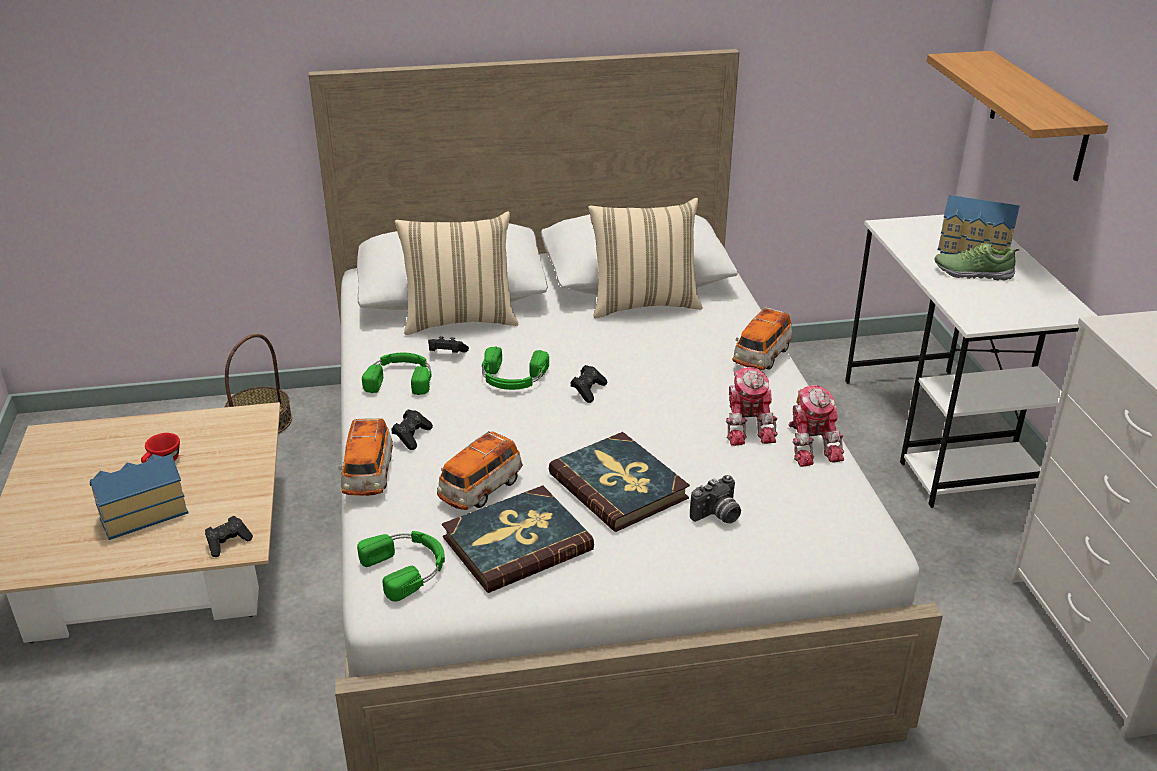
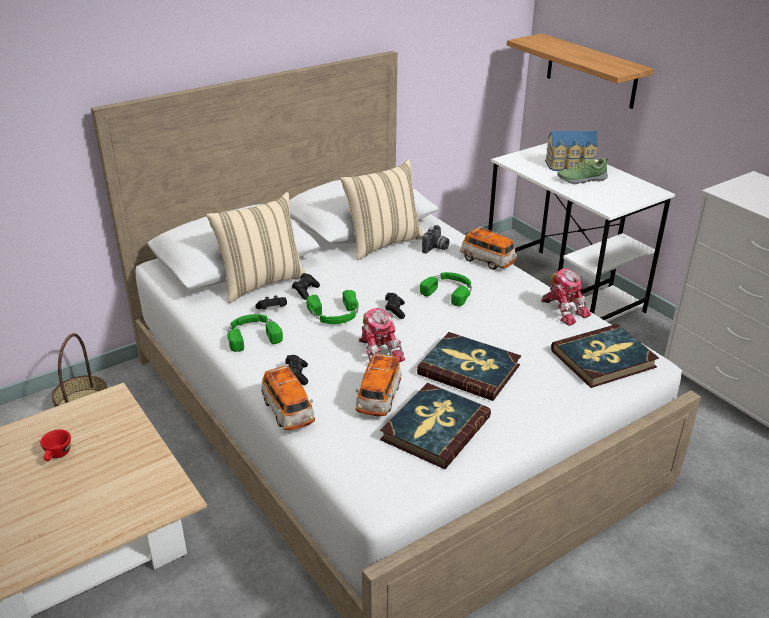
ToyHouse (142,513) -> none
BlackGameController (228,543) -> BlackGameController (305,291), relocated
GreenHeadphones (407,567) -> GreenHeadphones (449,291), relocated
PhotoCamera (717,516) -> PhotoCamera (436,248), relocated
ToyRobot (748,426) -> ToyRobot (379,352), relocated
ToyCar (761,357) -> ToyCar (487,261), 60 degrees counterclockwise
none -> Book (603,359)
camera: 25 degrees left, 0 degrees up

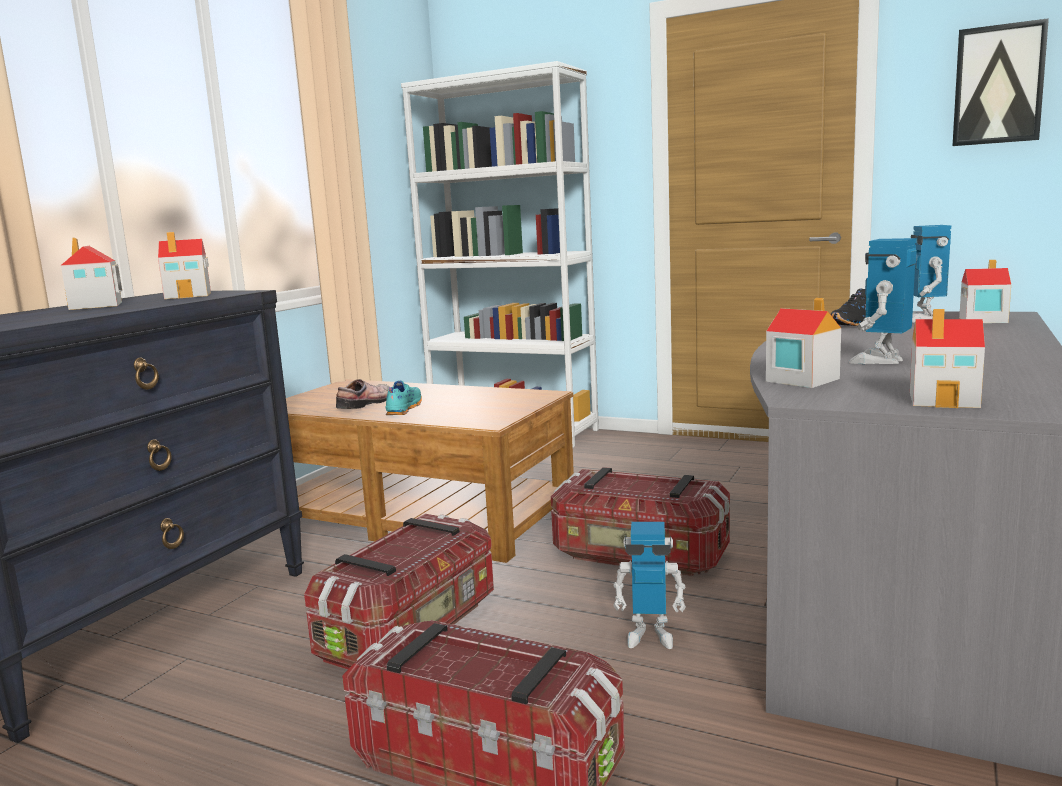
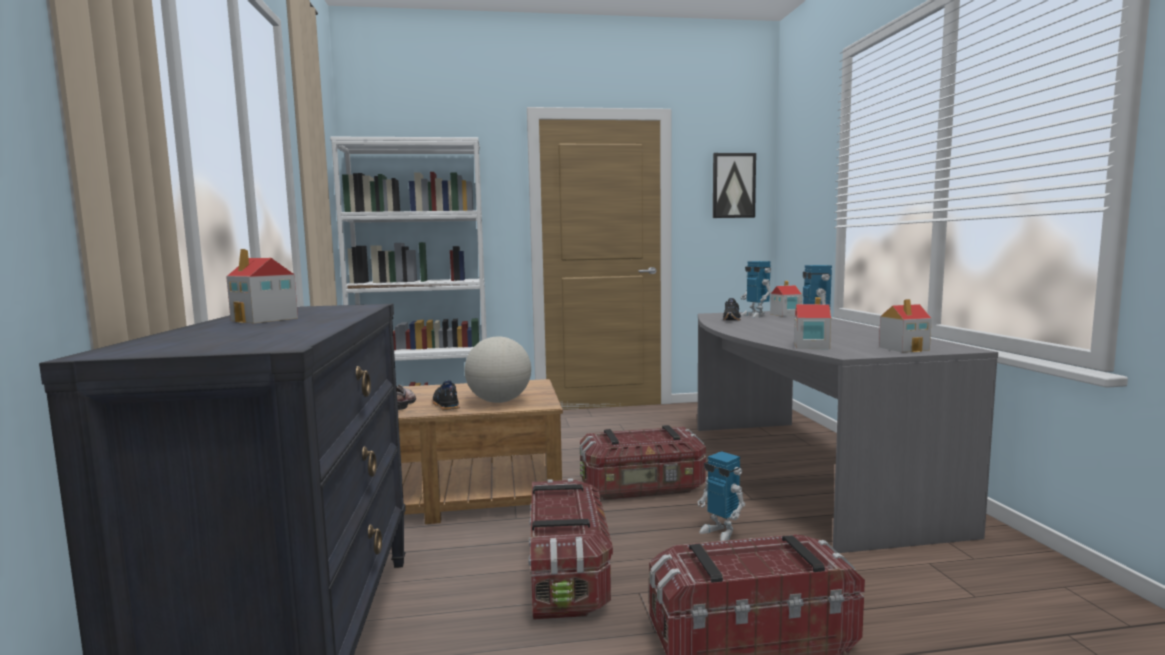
ToyHouse (189,295) -> none
TurquoiseShoe (403,409) -> BlackShoe (445,405)
ToyRobot (650,636) -> ToyRobot (720,532), 75 degrees clockwise
none -> Globe (499,401)
camera: 35 degrees left, 5 degrees down

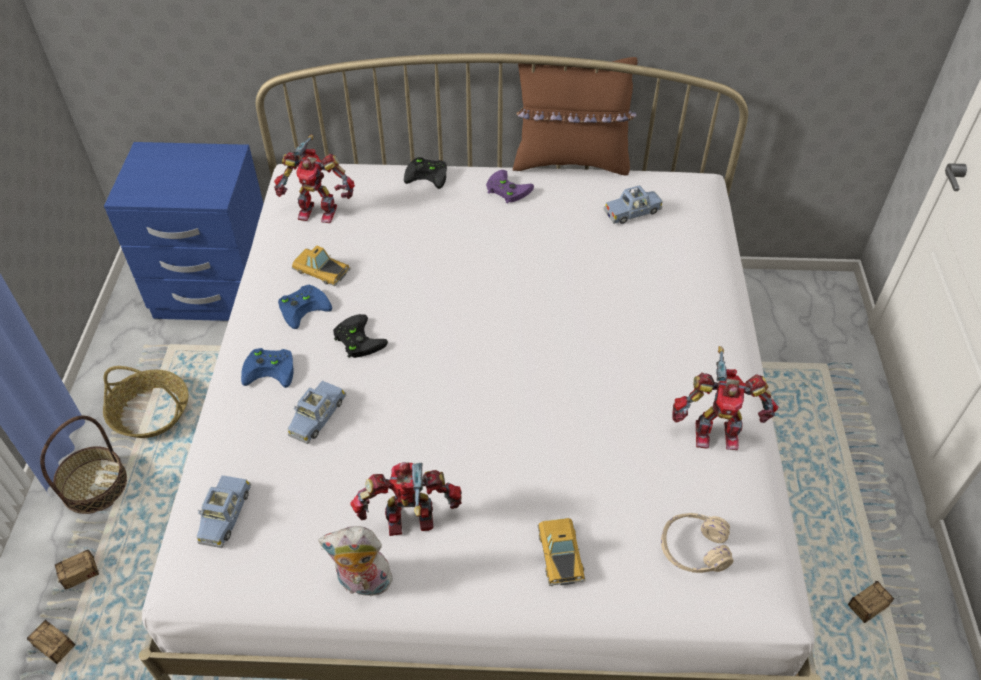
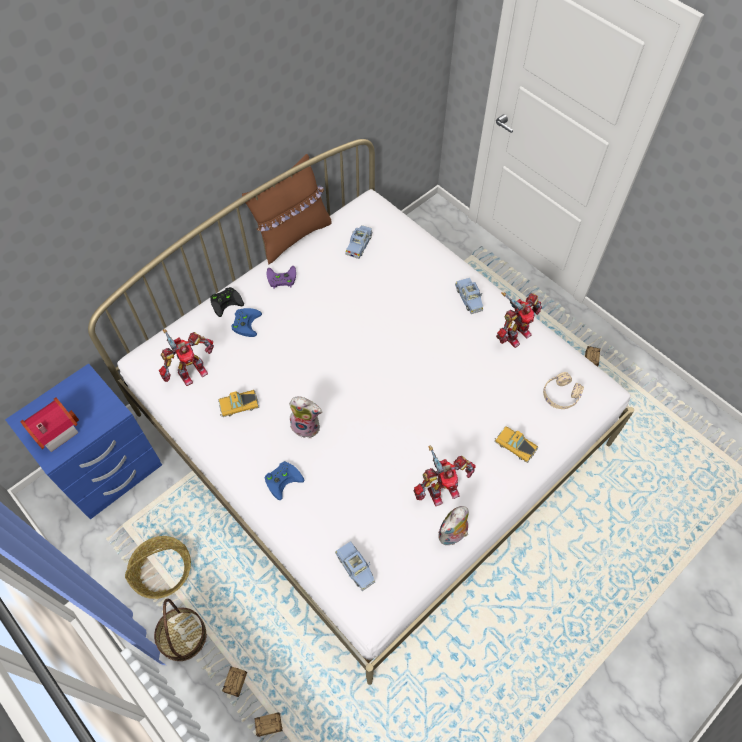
BlueGameController (304,306) -> BlueGameController (245,322), relocated
BlueToyCar (317,416) -> BlueToyCar (469,298), relocated
BlackGameController (356,339) -> PlushToy (307,426)
ToyRobot (411,522) -> ToyRobot (441,490), 150 degrees counterclockwise
none -> ToyHouse (54,430)
camera: 45 degrees left, 10 degrees up

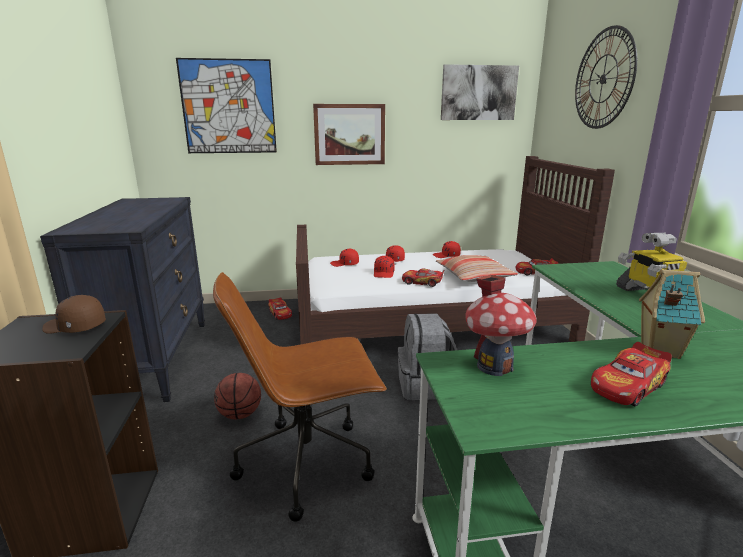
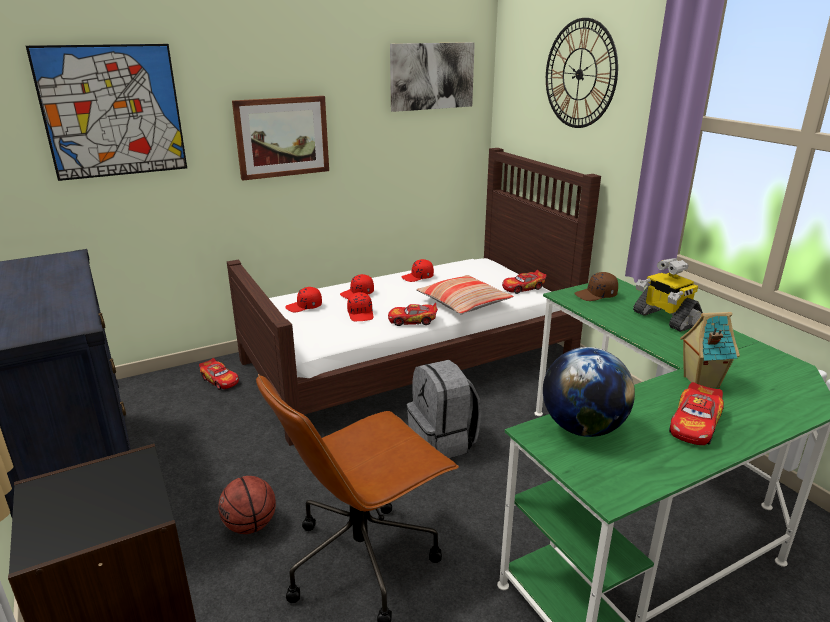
BrownCap (74,327) -> BrownCap (596,295), relocated
ToyHouse (495,366) -> Globe (582,428)
camera: 20 degrees left, 5 degrees up

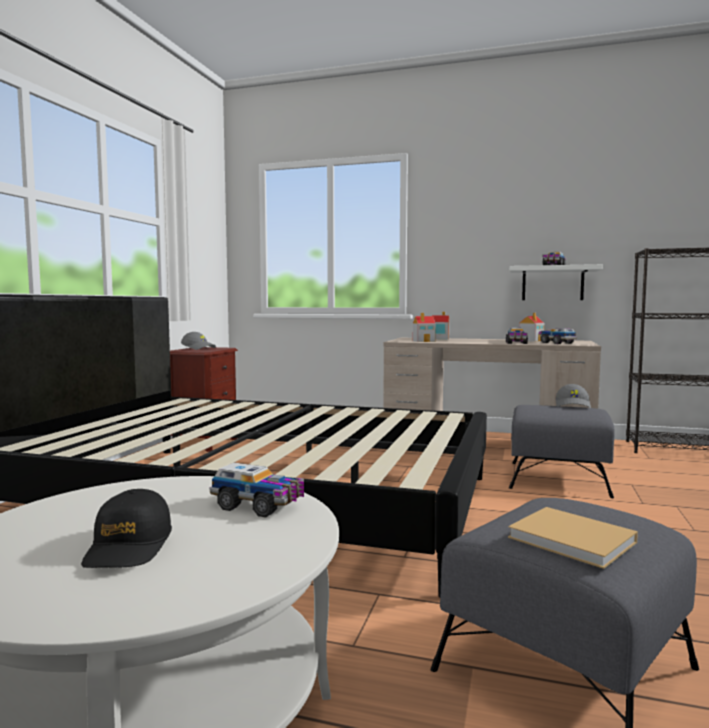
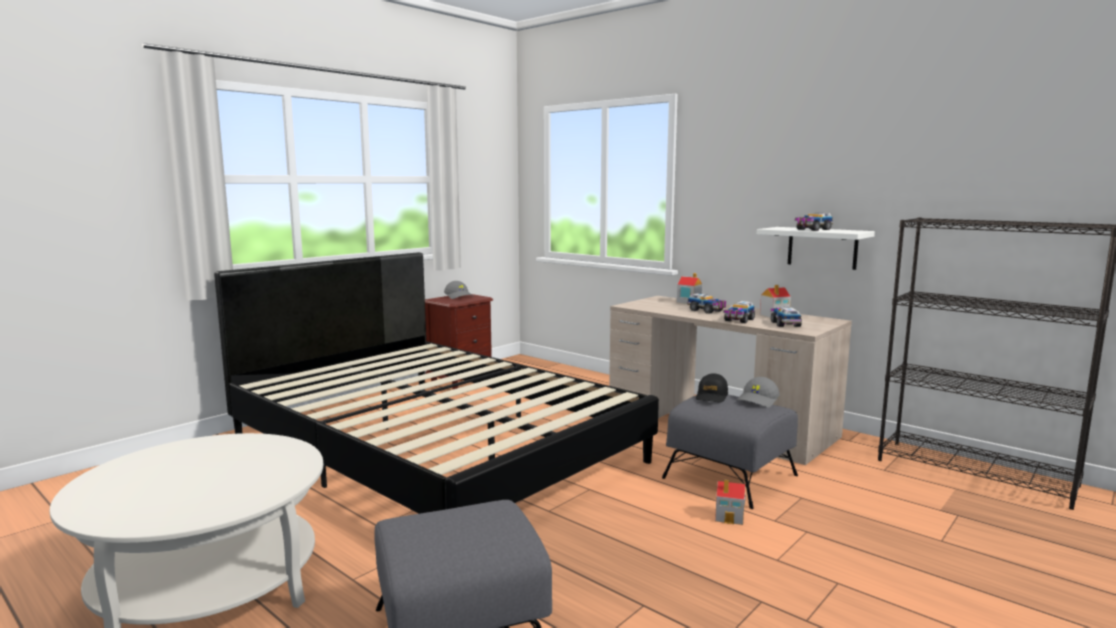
BlackCap (129,546) -> BlackCap (711,396), relocated
ToyTruck (259,506) -> ToyTruck (706,311), relocated
ToyHouse (424,341) -> ToyHouse (730,516), relocated
BeigeBook (575,541) -> none
camera: 25 degrees right, 5 degrees up

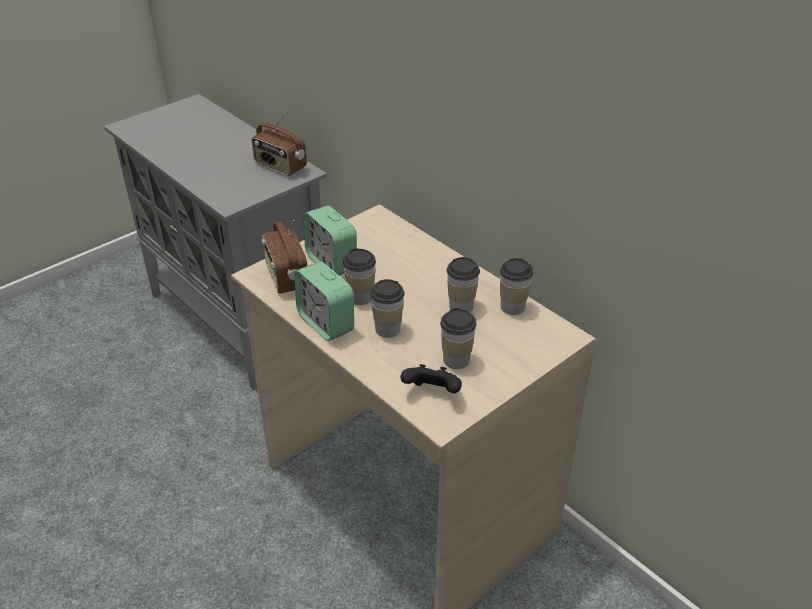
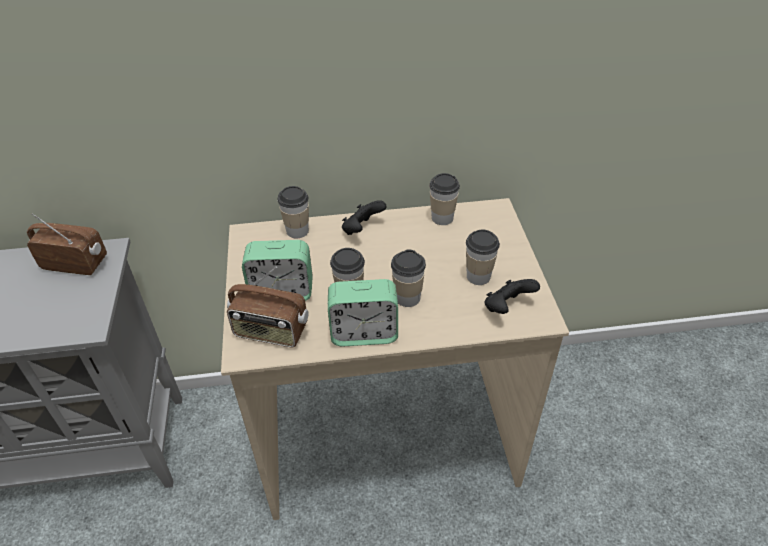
Radio (280,167) -> Radio (76,263), 150 degrees counterclockwise
Cup (461,306) -> Cup (297,231), relocated
none -> BlackGameController (362,230)
camera: 55 degrees left, 5 degrees up

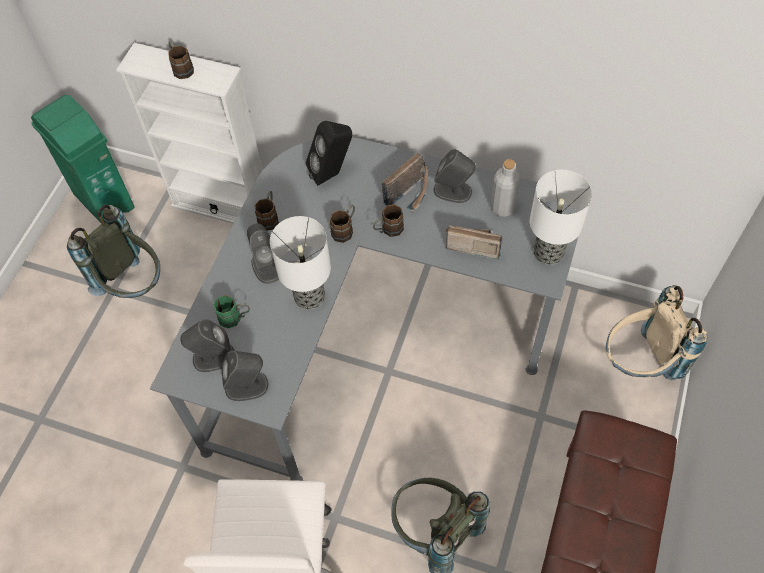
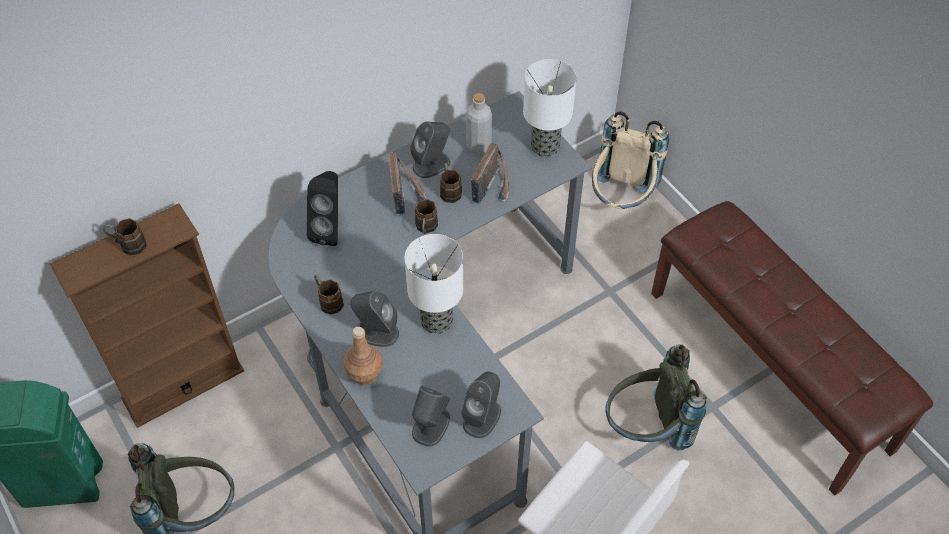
WhiteBookcase (222,206) -> BrownBookcase (183,384)
GreenMug (235,318) -> none
BrownMug (345,229) -> BrownMug (449,190), relocated
Radio (472,244) -> Radio (493,185), 150 degrees clockwise
none -> BrownBottle (365,373)
camera: 55 degrees left, 5 degrees down

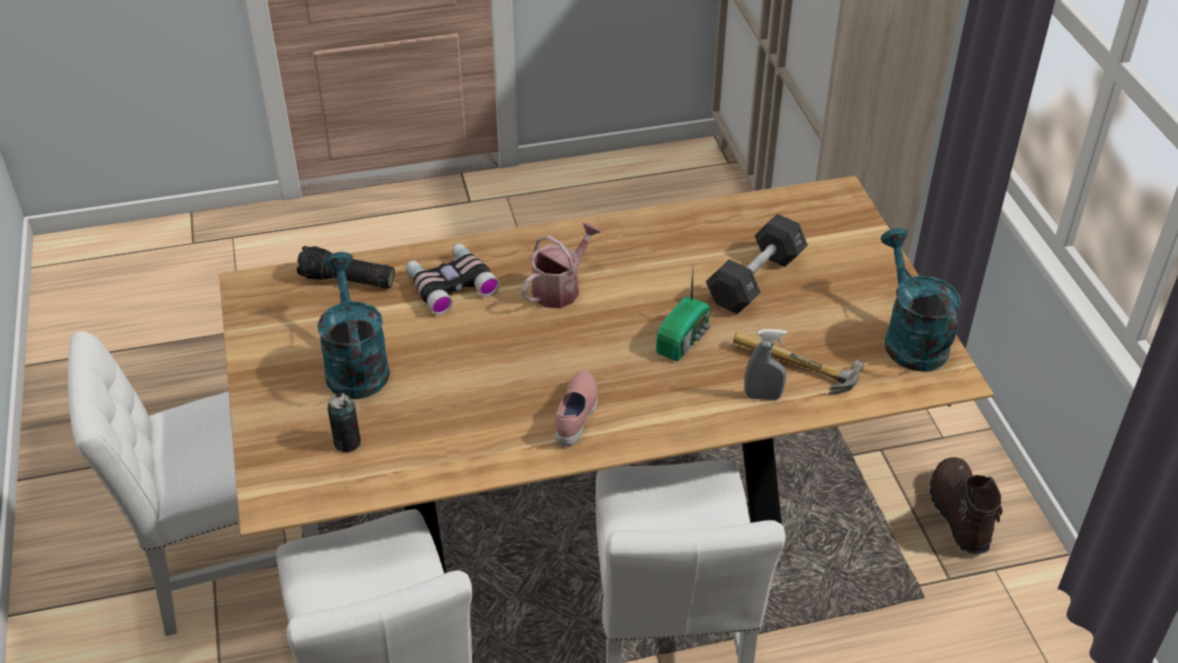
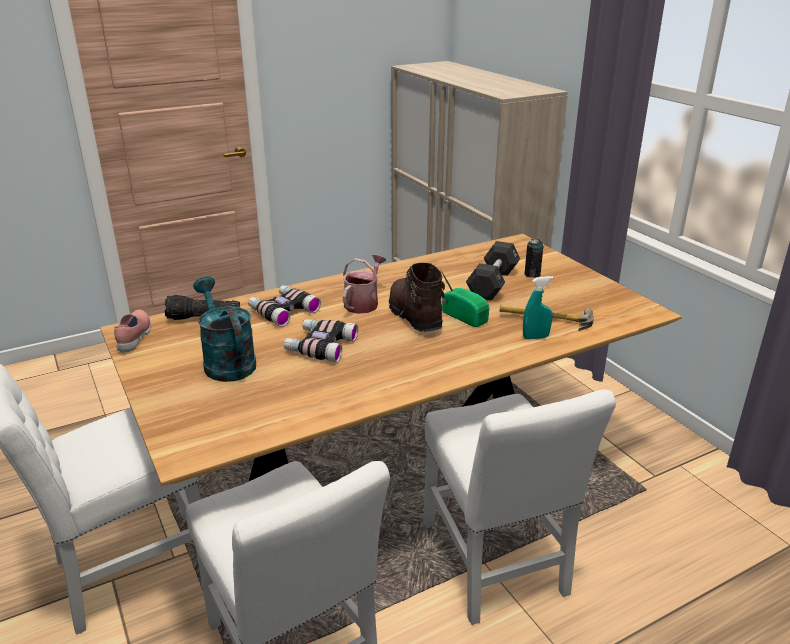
Can (347,442) -> Can (532,275), relocated
PinkShoe (577,416) -> PinkShoe (135,337), relocated
Radio (685,338) -> Radio (464,316), 60 degrees counterclockwise
GreySprayBottle (763,396) -> TurquoiseSprayBottle (535,337)
TurquoiseWateringCan (910,338) -> none
BrownBoot (958,514) -> BrownBoot (413,316), relocated
none -> Binoculars (320,346)
camera: 15 degrees left, 15 degrees down

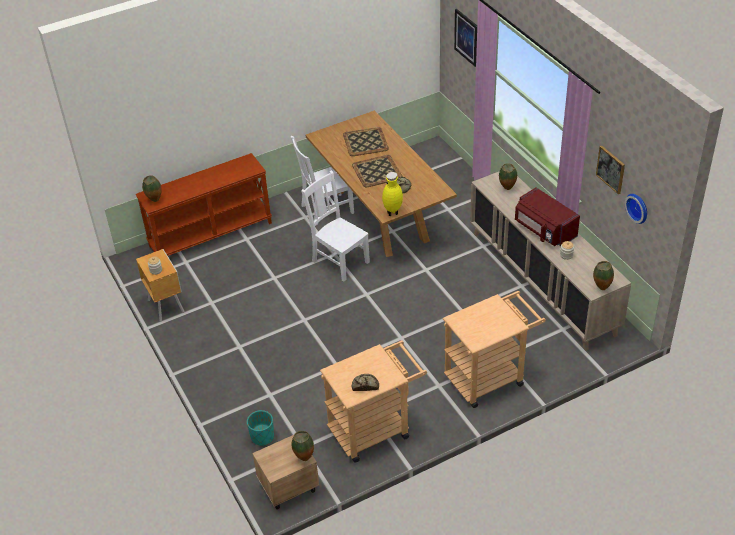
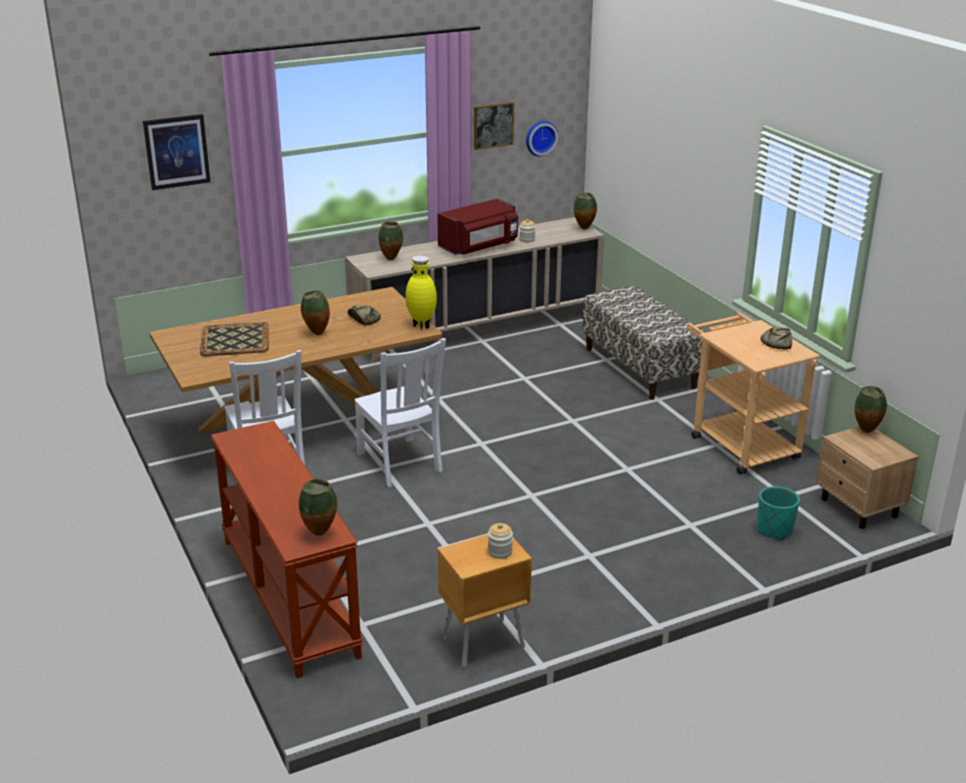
WhiteChair (339,260) -> WhiteChair (400,463), 75 degrees counterclockwise
Tray (376,171) -> Vase (316,334)
BeigeCart (490,377) -> Bench (640,368)
camera: 90 degrees left, 15 degrees down

